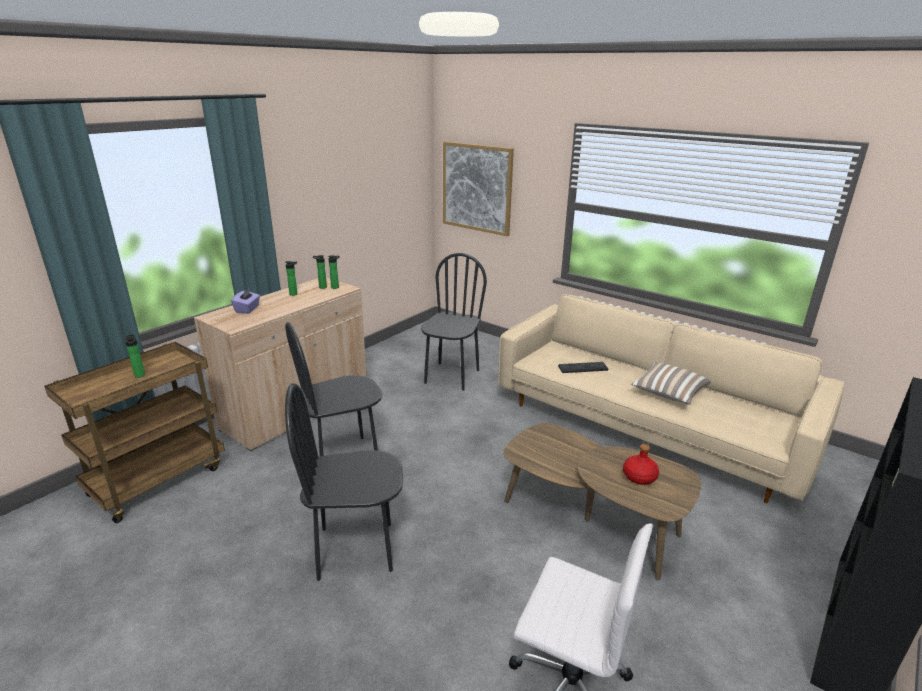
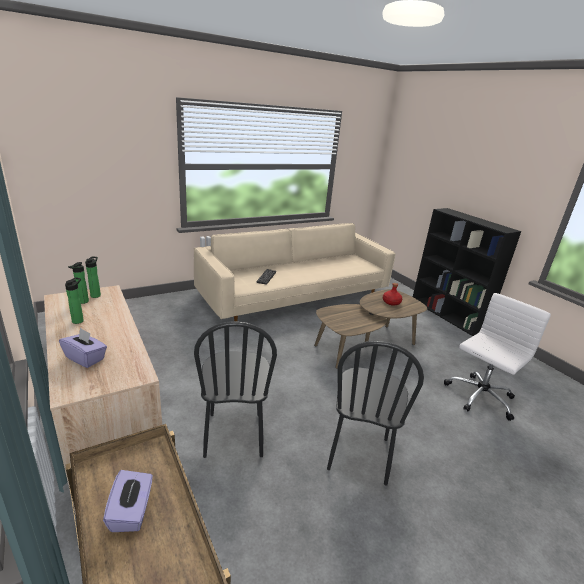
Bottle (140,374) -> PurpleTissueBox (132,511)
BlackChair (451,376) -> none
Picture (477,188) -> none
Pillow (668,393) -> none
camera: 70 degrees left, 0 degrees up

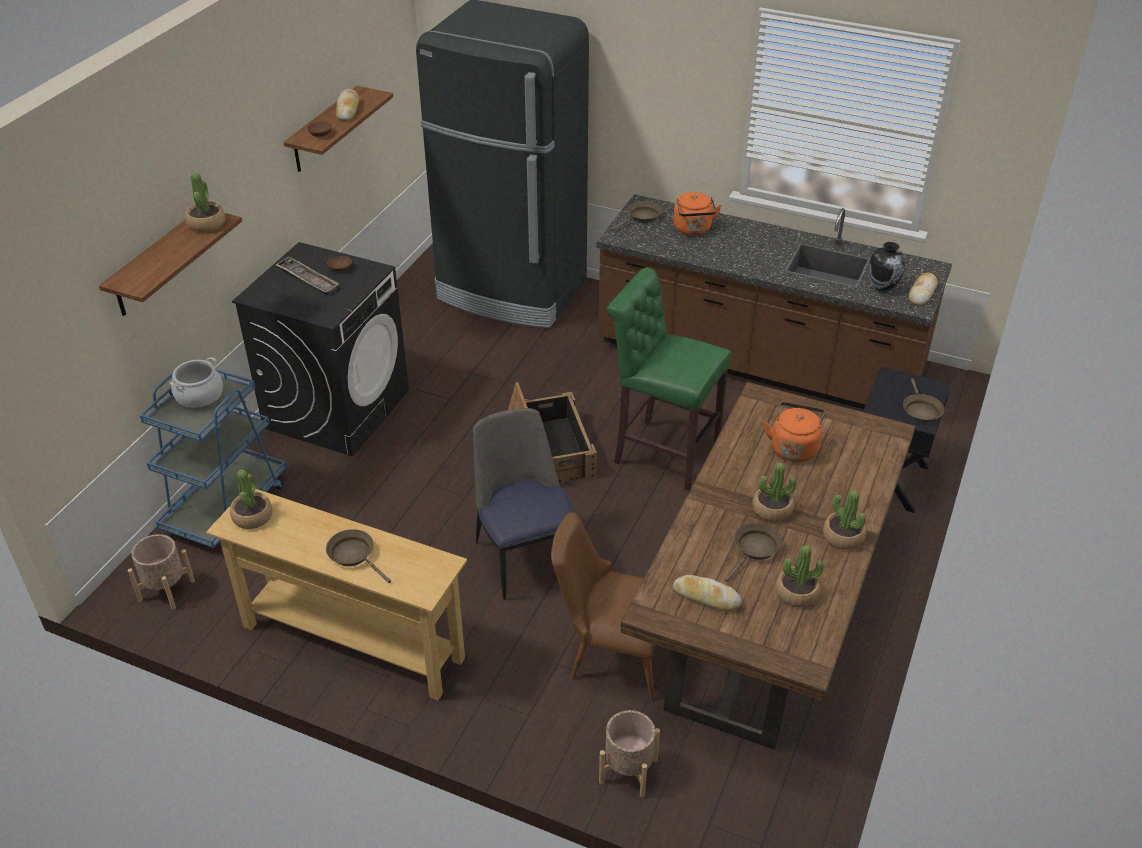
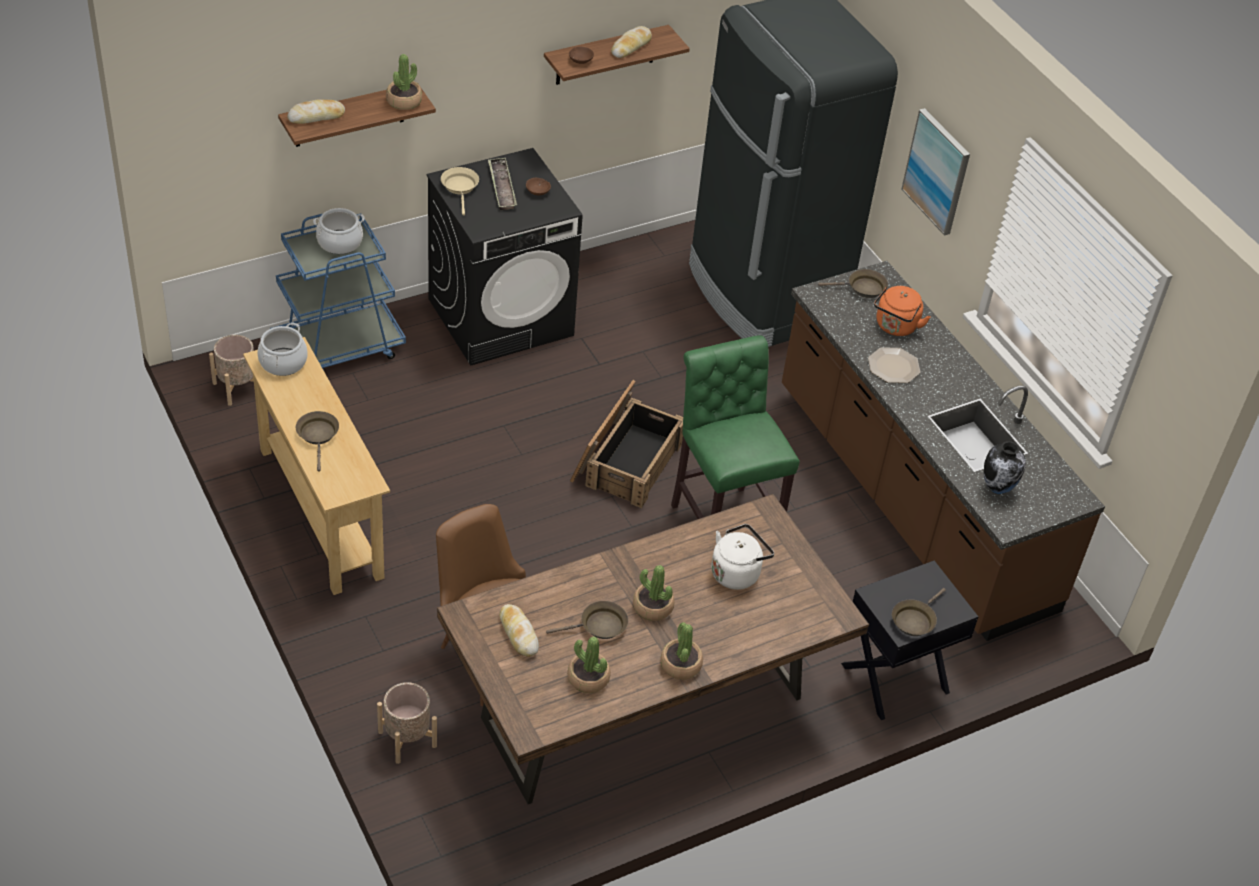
PottedPlant (252,516) -> CookingPot (283,362)
Chair (524,557) -> none
OrangeKettle (794,448) -> WhiteKettle (737,572)
Bread (922,293) -> Bread (316,117), relocated
none -> BeigeFryingPan (460,188)
none -> Plate (893,366)
none -> Picture (937,171)
camera: 35 degrees right, 5 degrees up

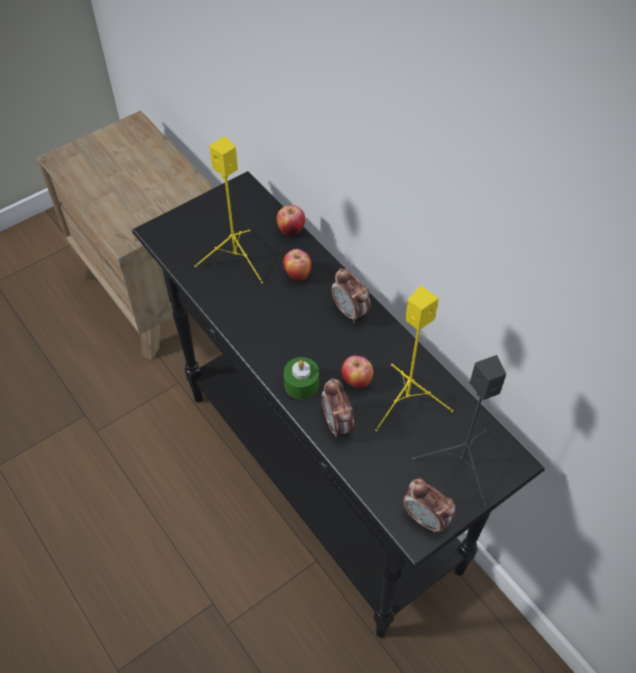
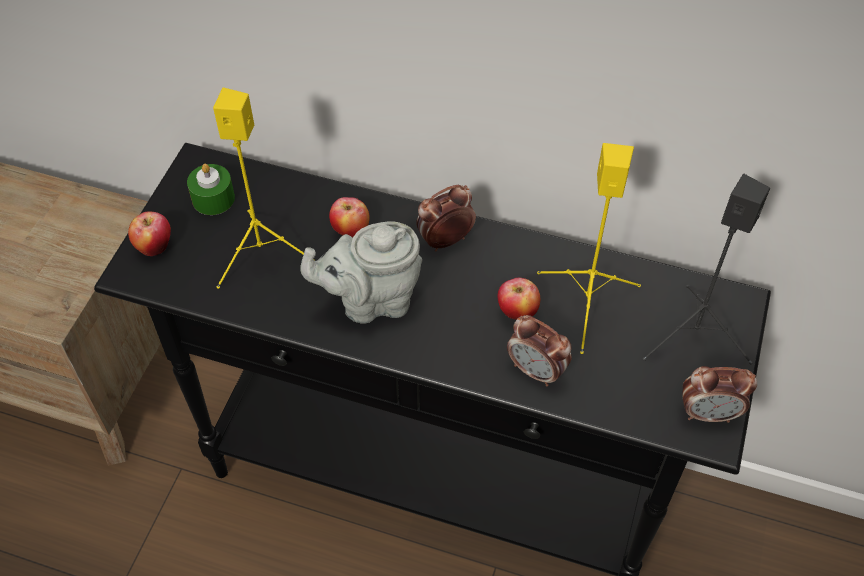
Apple (291,230) -> Apple (154,246), relocated
GreenCandle (301,384) -> GreenCandle (213,198), relocated
AlarmClock (350,312) -> AlarmClock (445,240), 135 degrees clockwise
none -> GreyTeapot (371,300)
camera: 35 degrees left, 0 degrees up

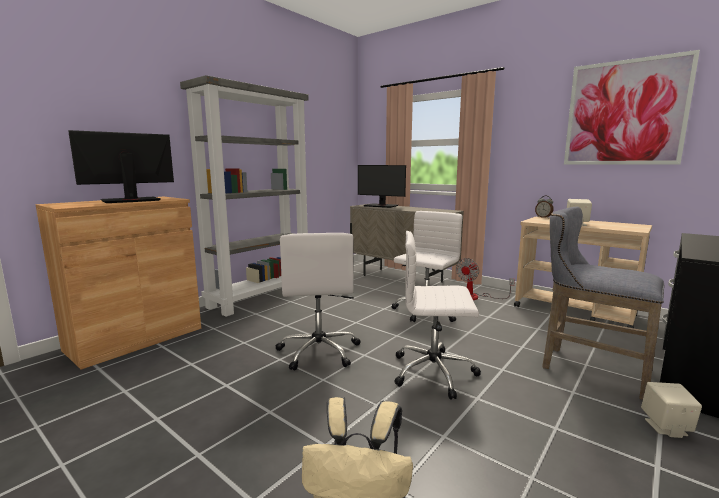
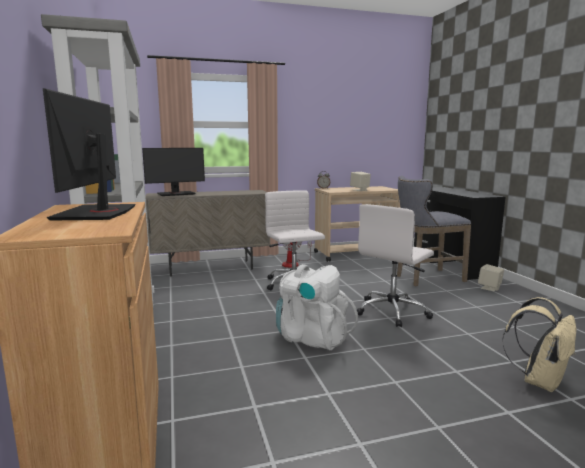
WhiteOfficeChair (319,351) -> WhiteBackpack (312,337)
Picture (624,113) -> none
camera: 55 degrees left, 0 degrees up

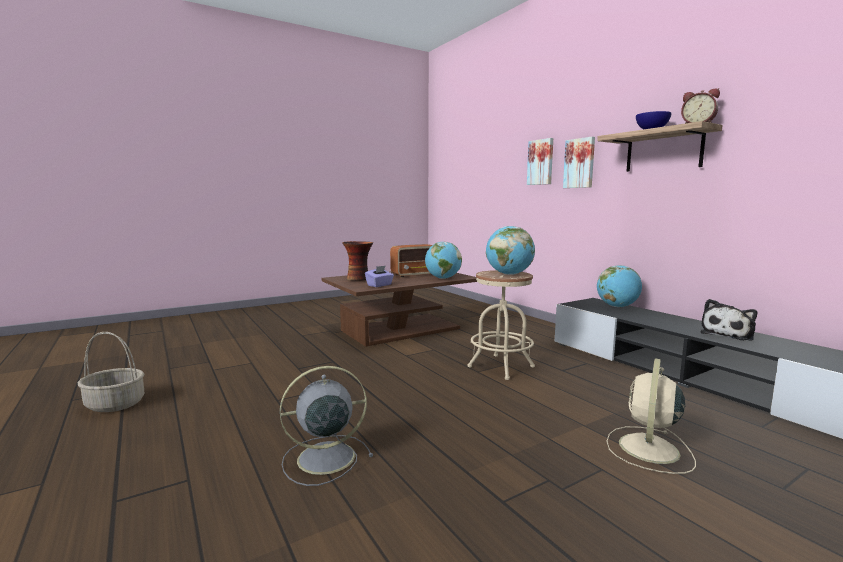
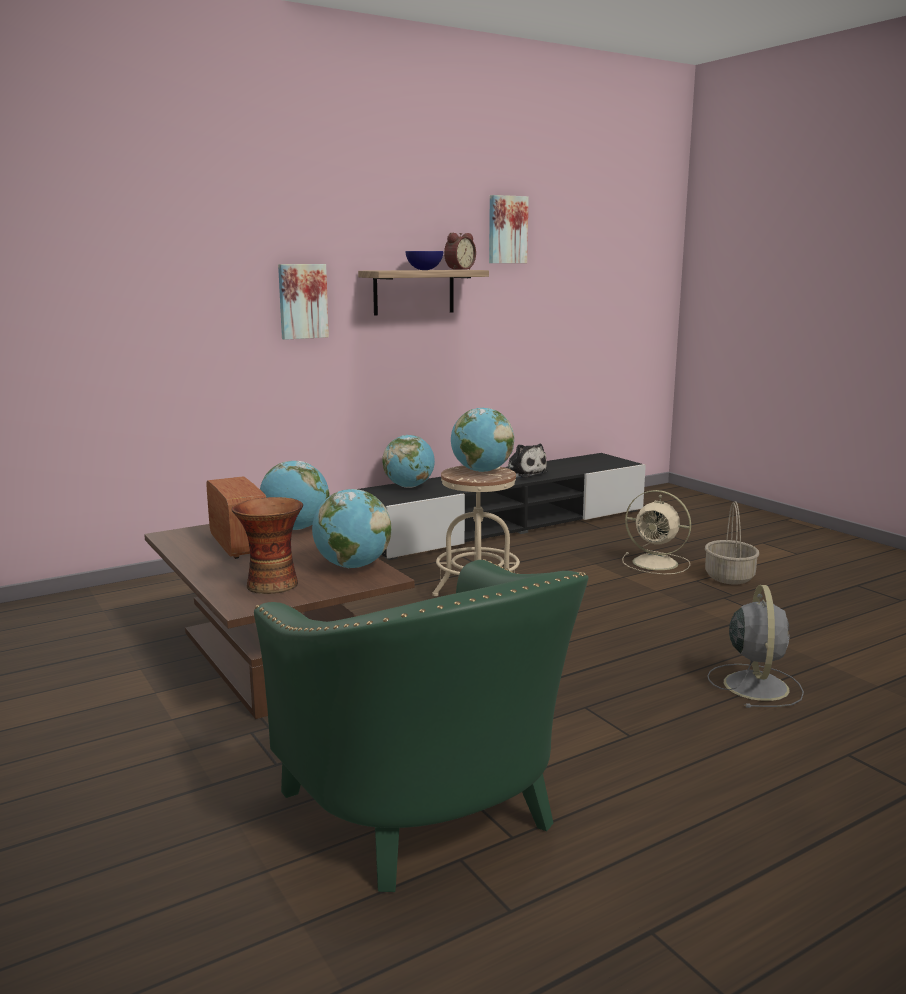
Basket (114,404) -> Basket (730,577), relocated
GreyFan (323,458) -> GreyFan (755,685), 150 degrees counterclockwise
PurpleTissueBox (379,285) -> Globe (352,566)
Picture (541,162) -> Picture (506,229), relocated
none -> GreenArmchair (430,814)
camera: 90 degrees left, 5 degrees up

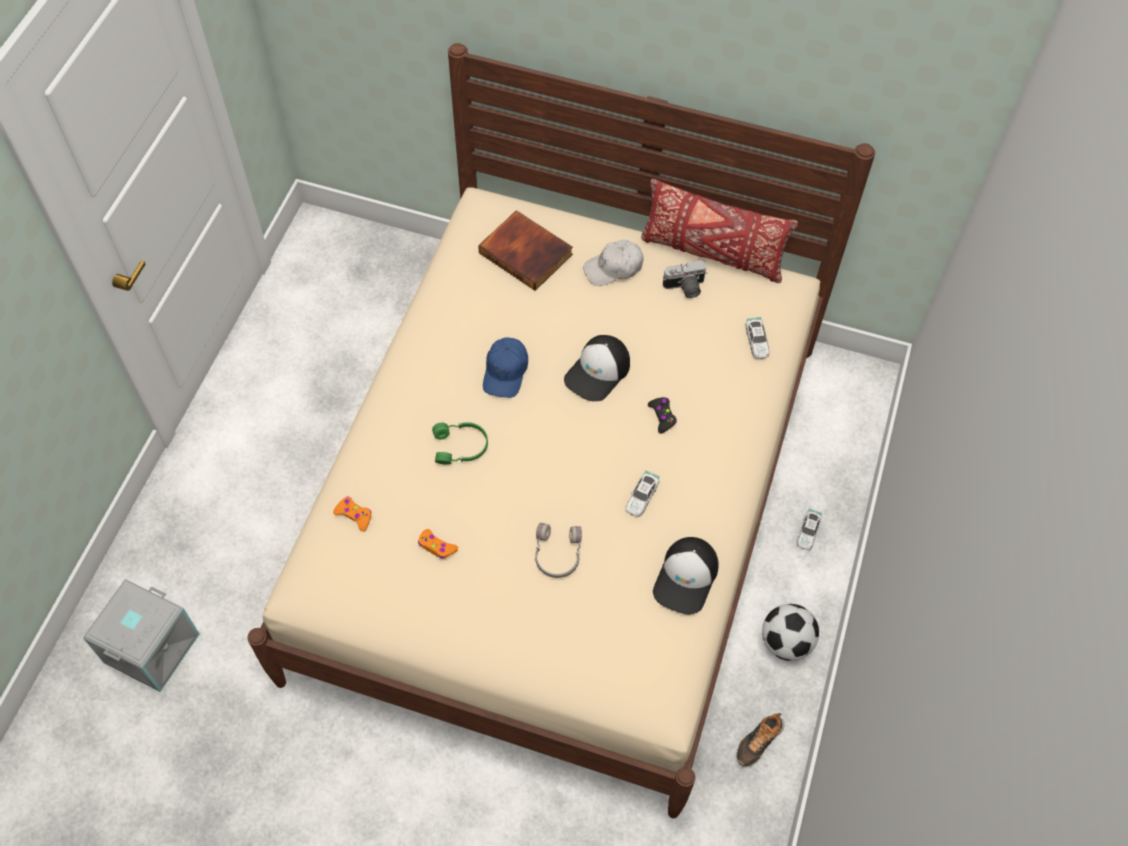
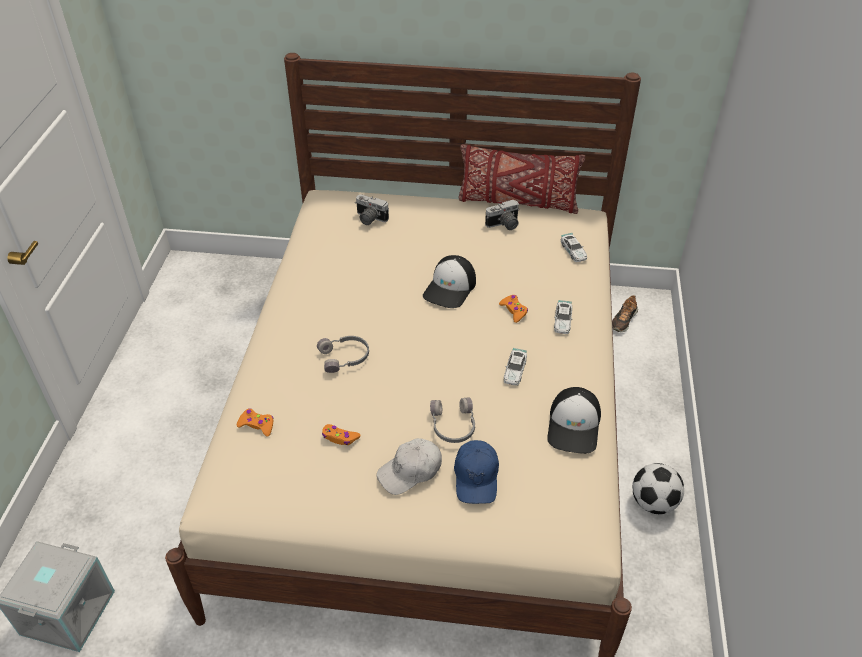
GreenHeadphones (461,447) -> GreyHeadphones (345,358)
Book (527,253) -> PhotoCamera (369,219)
BlueCap (505,372) -> BlueCap (476,477), relocated
WhiteCap (613,268) -> WhiteCap (410,471), relocated
BlackGameController (662,416) -> OrangeGameController (514,311)
Shoe (758,741) -> Shoe (623,320), relocated
ToyCar (808,532) -> ToyCar (562,321), relocated
camera: 10 degrees left, 15 degrees down

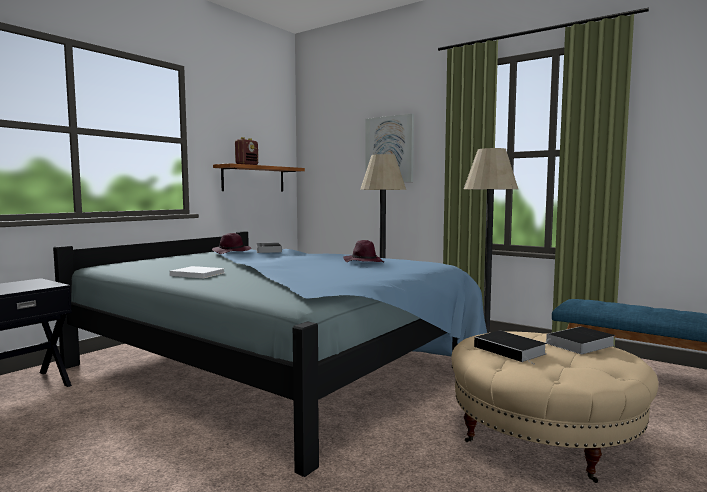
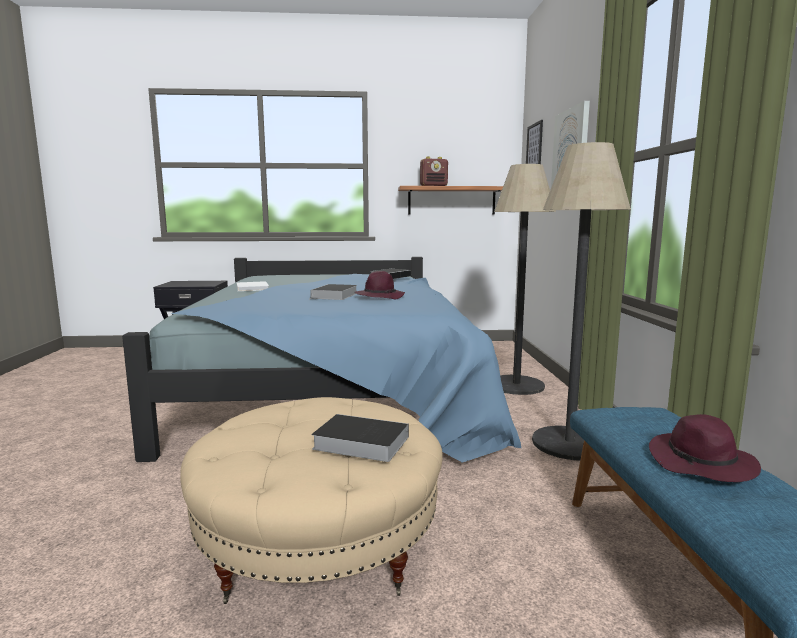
PurpleHat (232,252) -> PurpleHat (702,464), relocated
Book (511,350) -> Book (334,296), relocated
none -> Picture (534,146)
camera: 50 degrees right, 5 degrees up

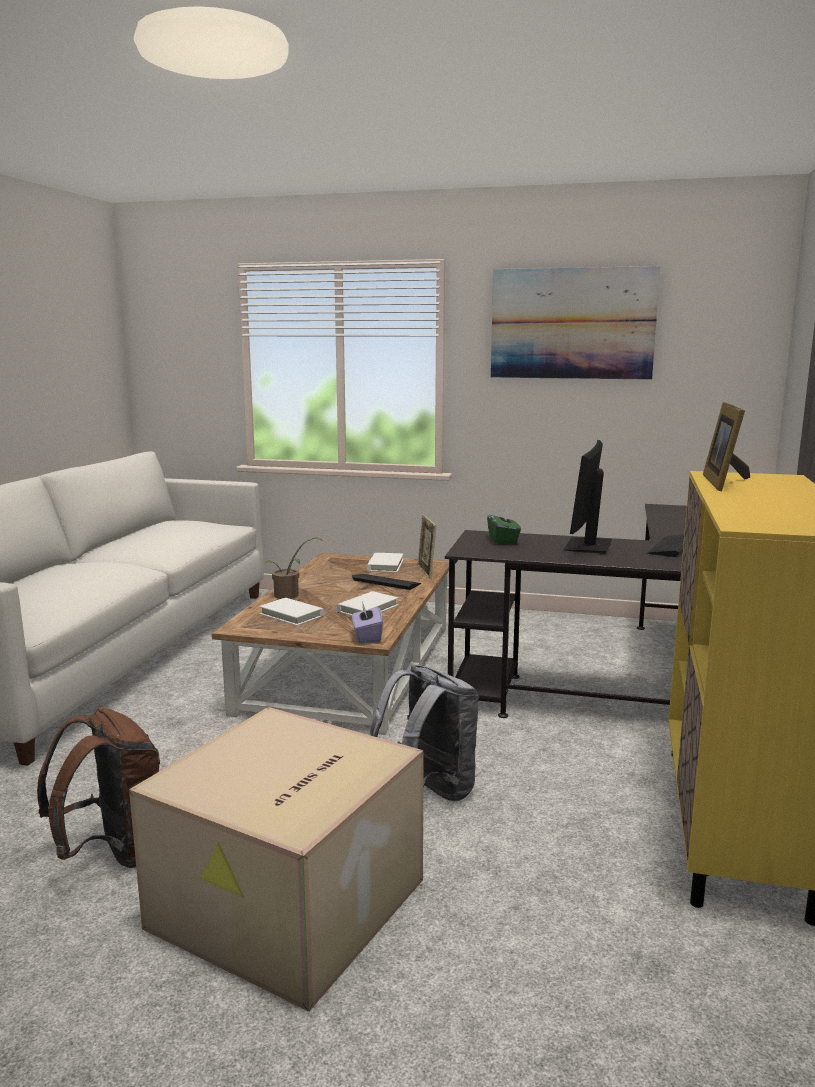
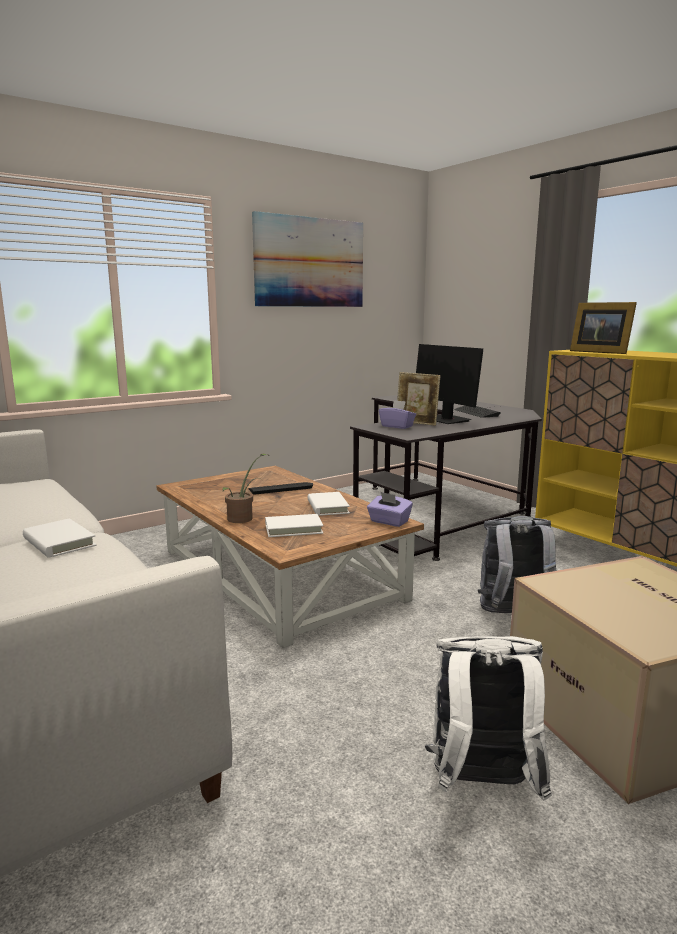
BrownBackpack (113,853) -> WhiteBackpack (481,785)
WhiteBook (385,565) -> WhiteBook (59,542), relocated
PictureFrame (426,572) -> PictureFrame (416,423), relocated
GreenTissueBox (503,540) -> PurpleTissueBox (397,426)
camera: 50 degrees left, 0 degrees up

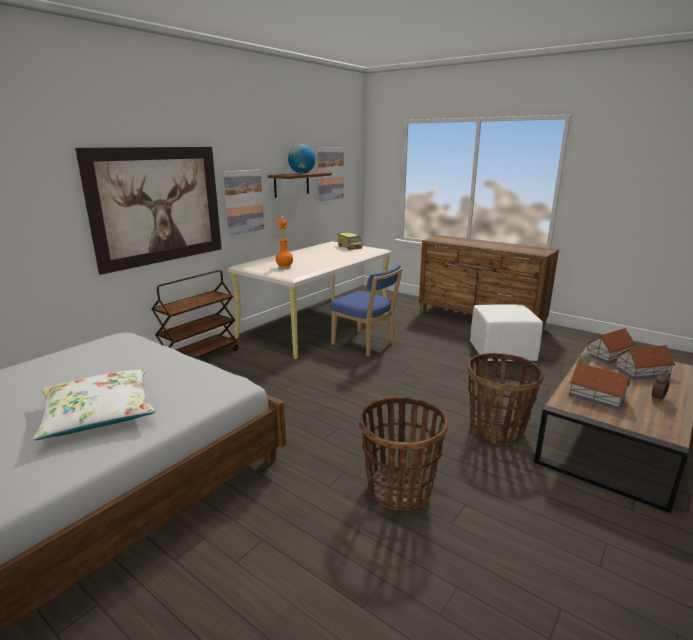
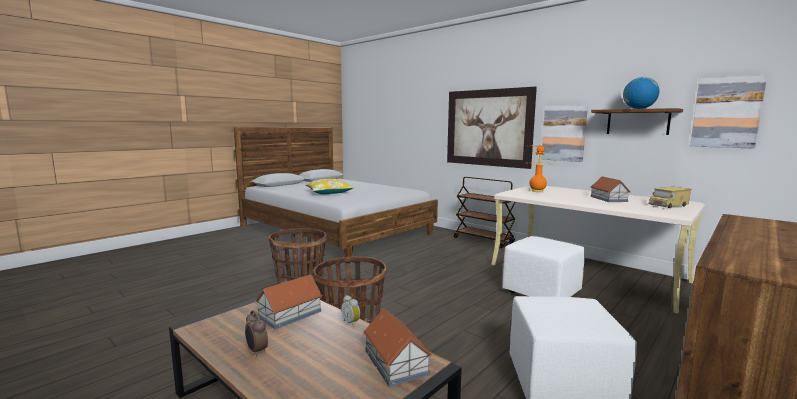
WhitePillow (99,414) -> YellowPillow (329,192)
BlueChair (365,345) -> WhiteOttoman (540,292)
ToyHouse (641,372) -> ToyHouse (608,199), relocated
camera: 95 degrees right, 10 degrees down

